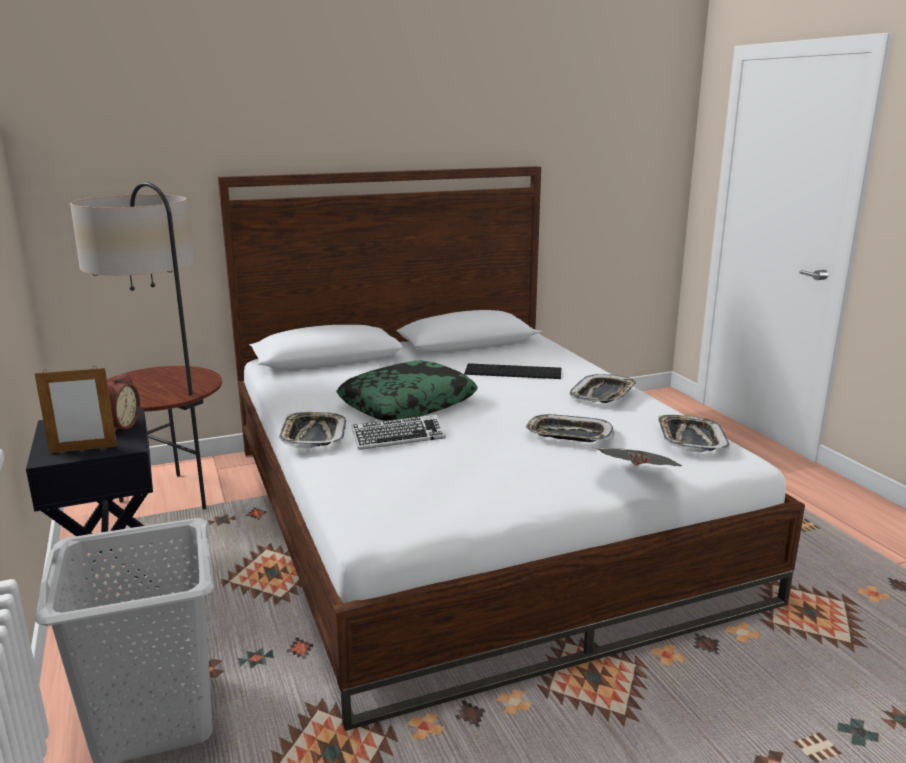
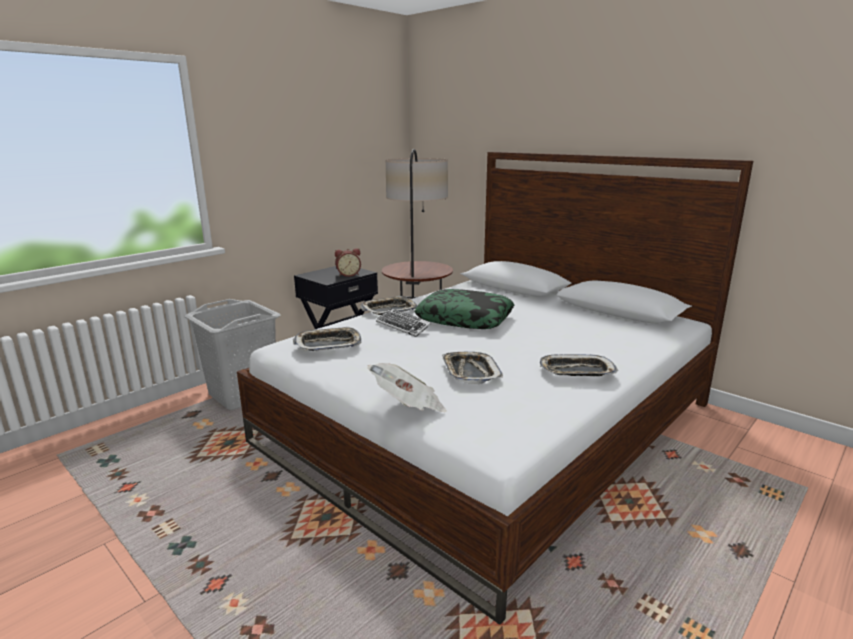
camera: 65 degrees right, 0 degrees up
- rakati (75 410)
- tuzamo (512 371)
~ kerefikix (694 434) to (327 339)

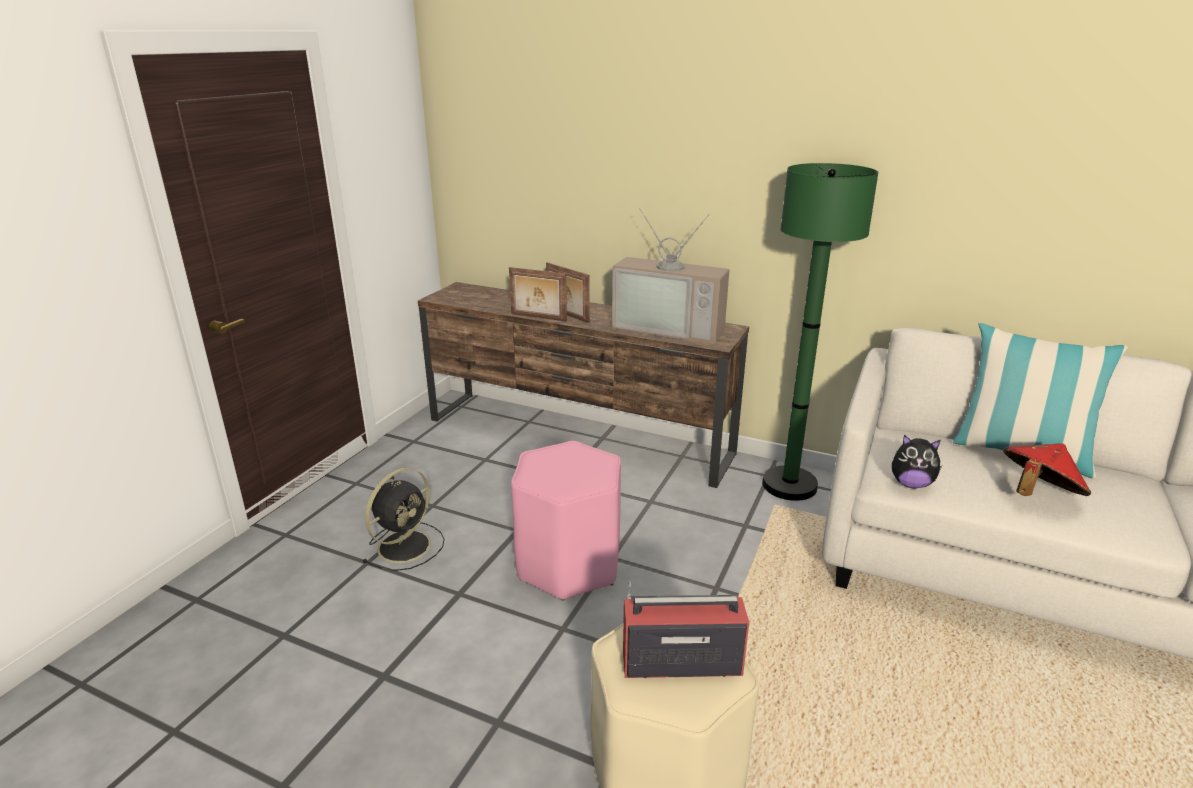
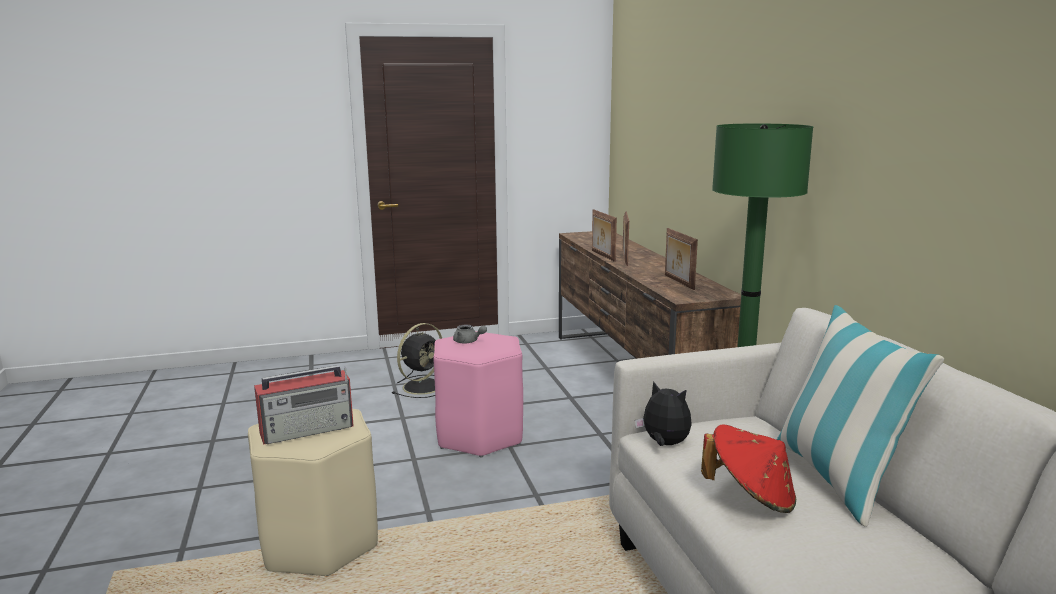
camera: 50 degrees right, 10 degrees down
+ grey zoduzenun (470 334)
~ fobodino (670 276) to rakati (681 259)
~ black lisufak (403 519) = (417 360) 45 degrees counterclockwise
~ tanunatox (686 630) = (304 405) 105 degrees clockwise
~ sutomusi (917 461) = (663 413) 150 degrees clockwise

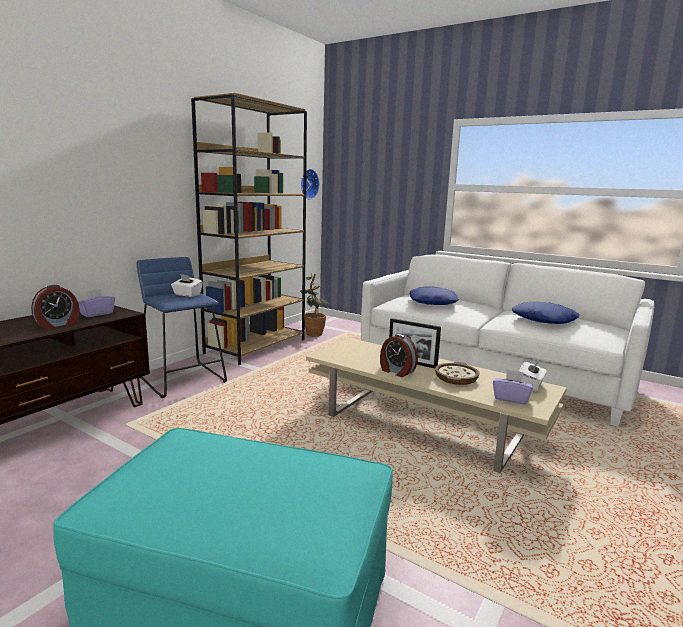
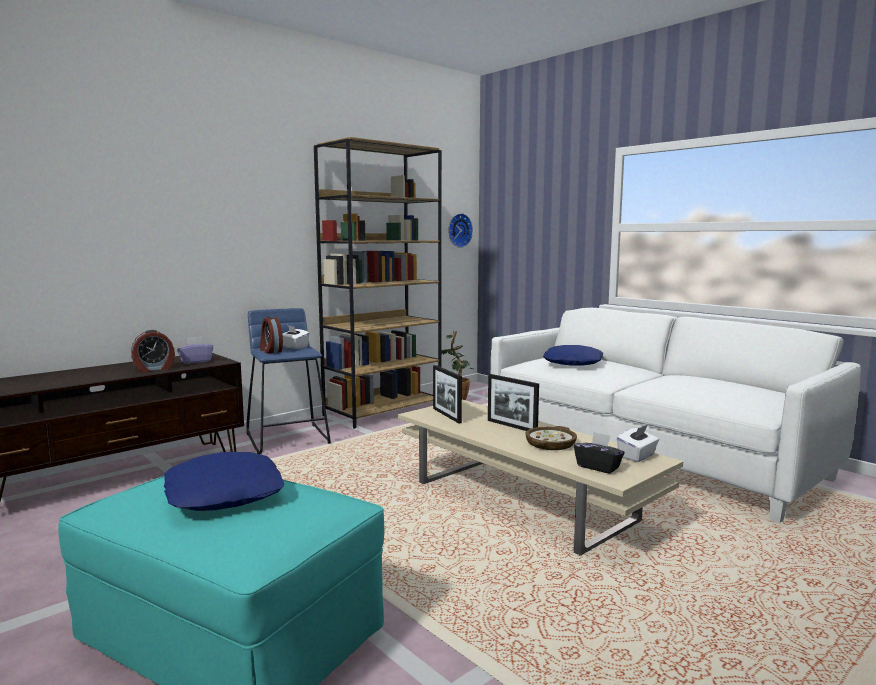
camera: 15 degrees right, 5 degrees down
+ rakati (447 394)
~ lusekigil (399 355) to (271 335)
~ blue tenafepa (546 313) to (224 481)
~ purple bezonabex (513 387) to black bezonabex (599 453)

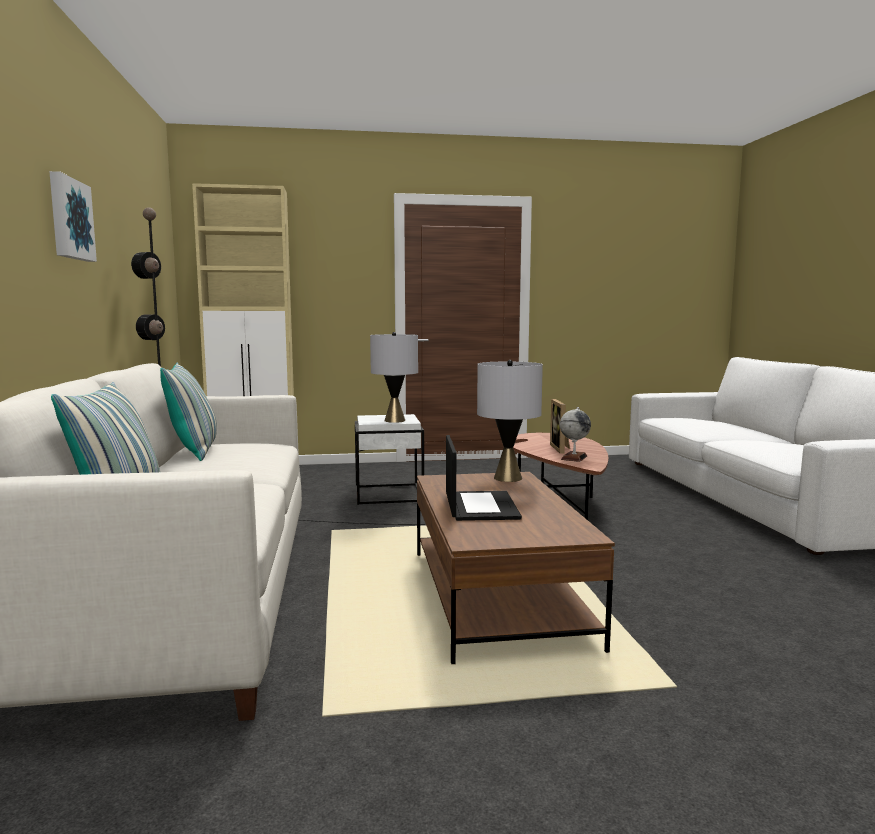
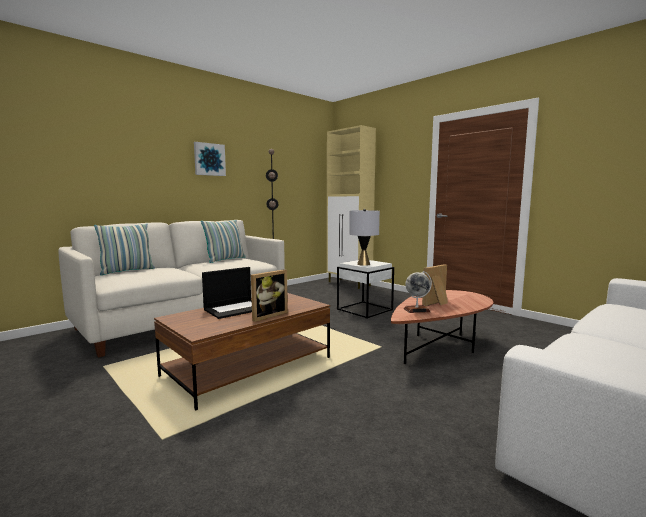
camera: 55 degrees right, 0 degrees up
- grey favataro (510 421)
+ rakati (269 295)

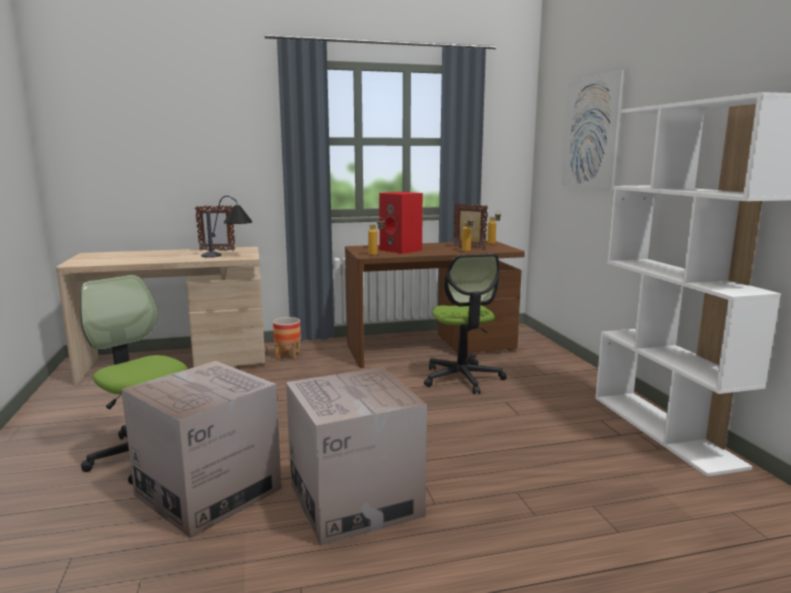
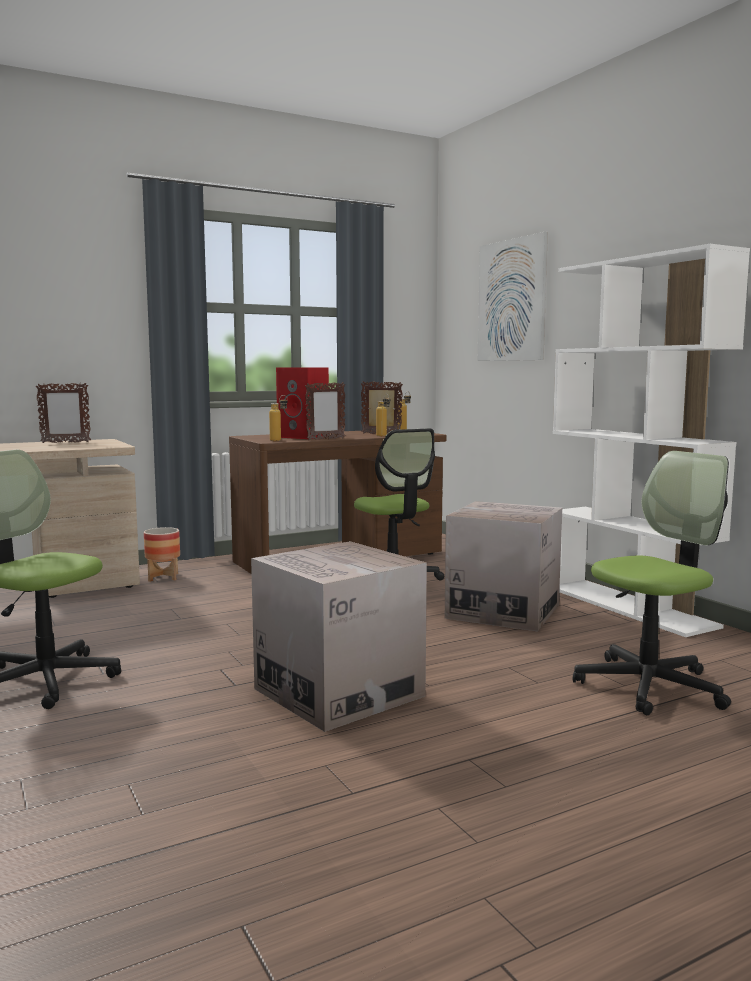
camera: 15 degrees left, 5 degrees down
- favataro (227 226)
+ rakati (325 411)
+ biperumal (652 583)
~ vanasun (202 449) to (503 566)

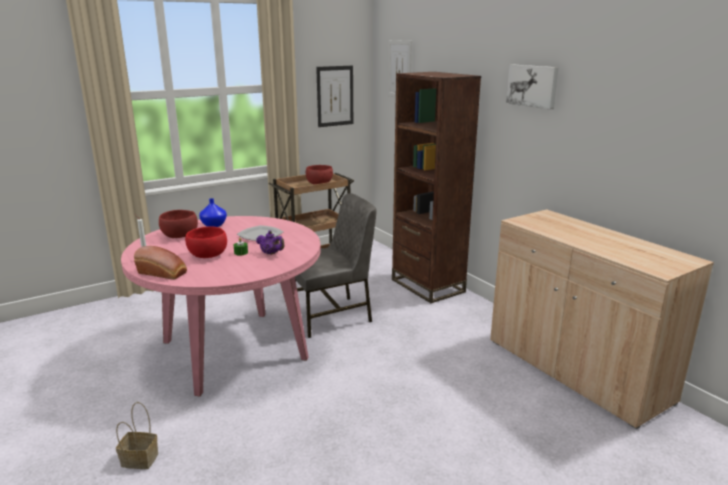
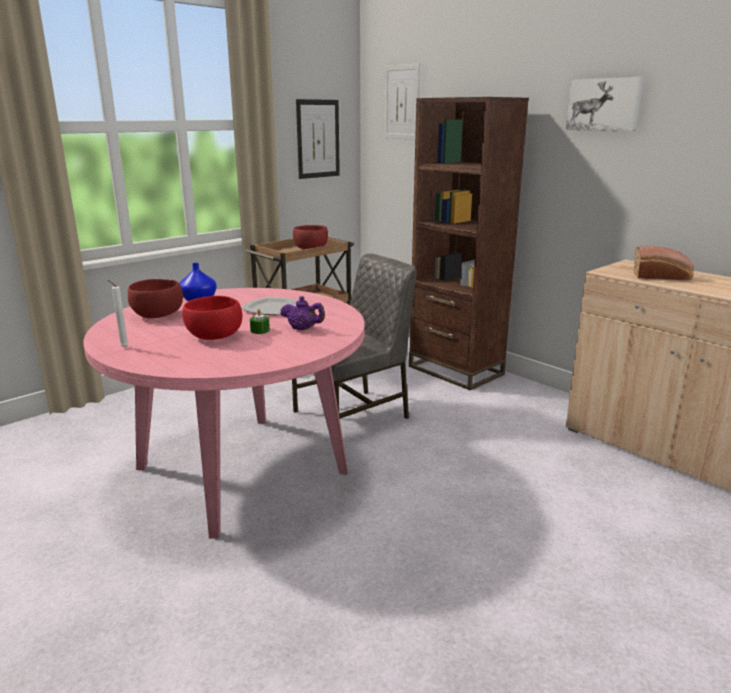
camera: 10 degrees left, 0 degrees up
- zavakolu (137 435)
~ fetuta (160 263) to (663 263)

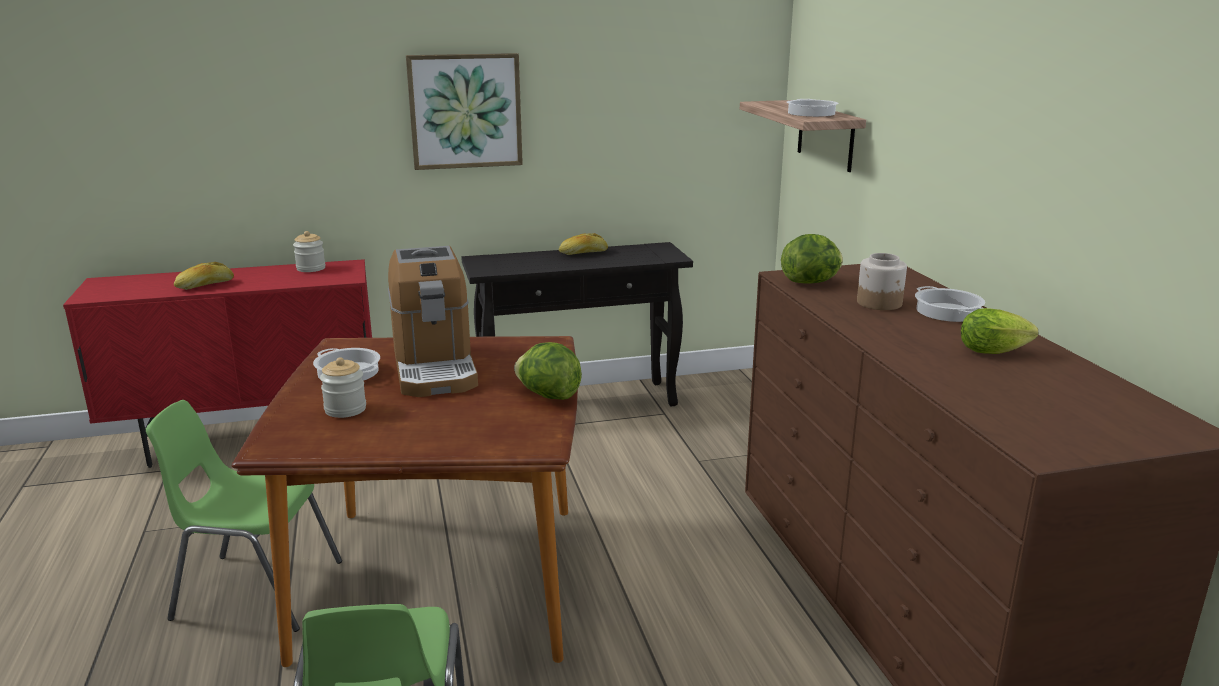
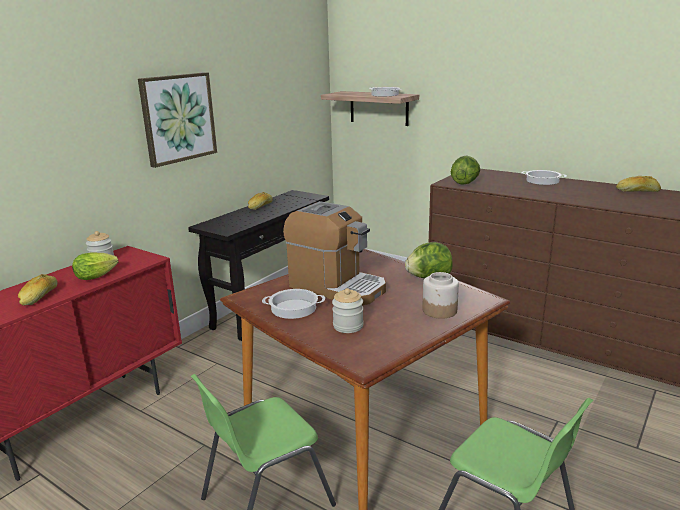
camera: 40 degrees left, 0 degrees up
+ fetuta (638 184)
~ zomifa (882 281) to (440 295)
~ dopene (999 331) to (95 266)

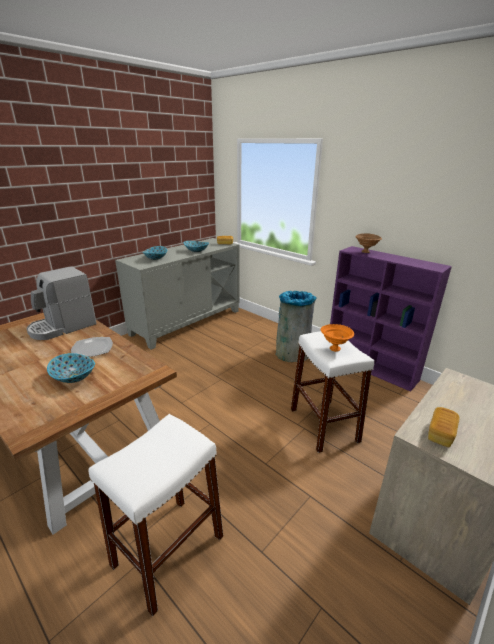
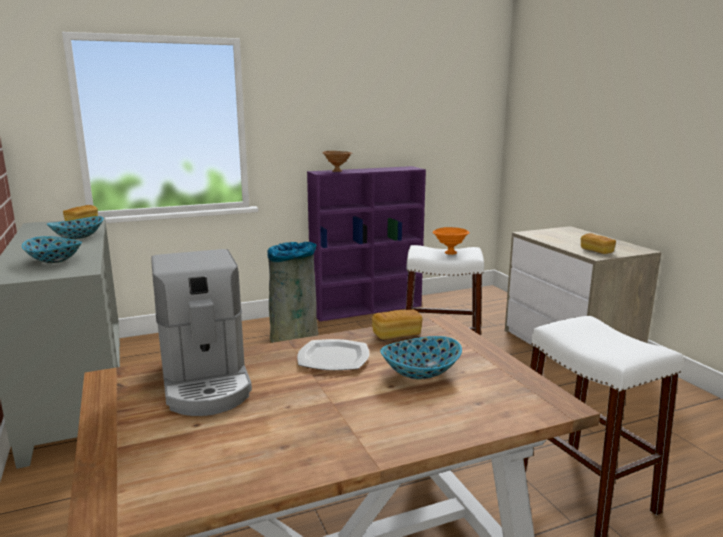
camera: 65 degrees left, 10 degrees down
+ fetuta (397 325)

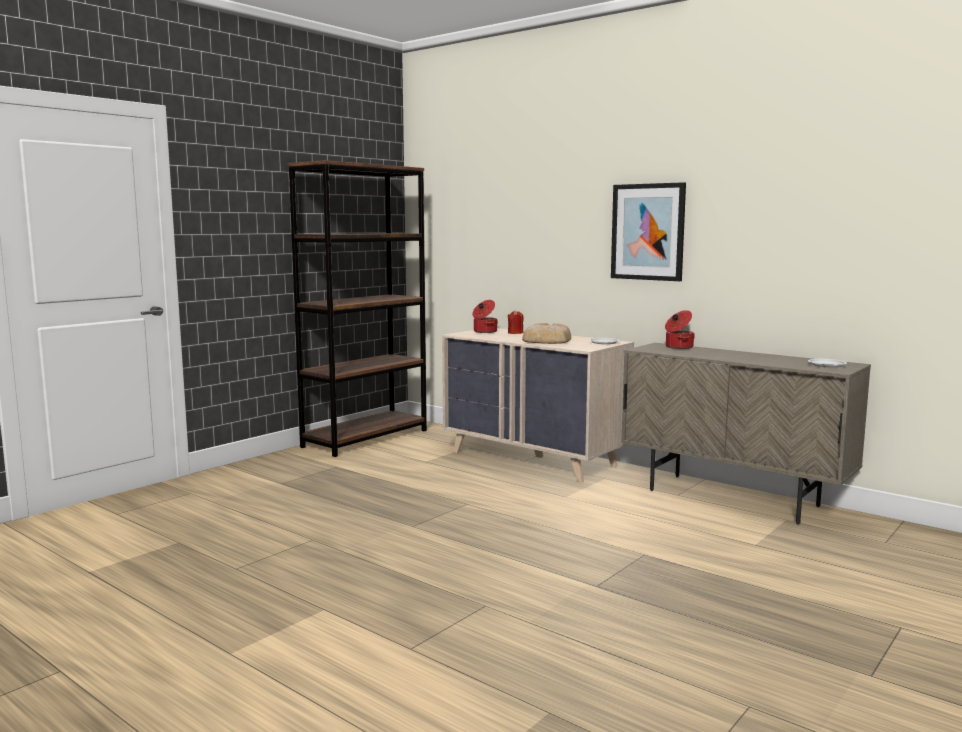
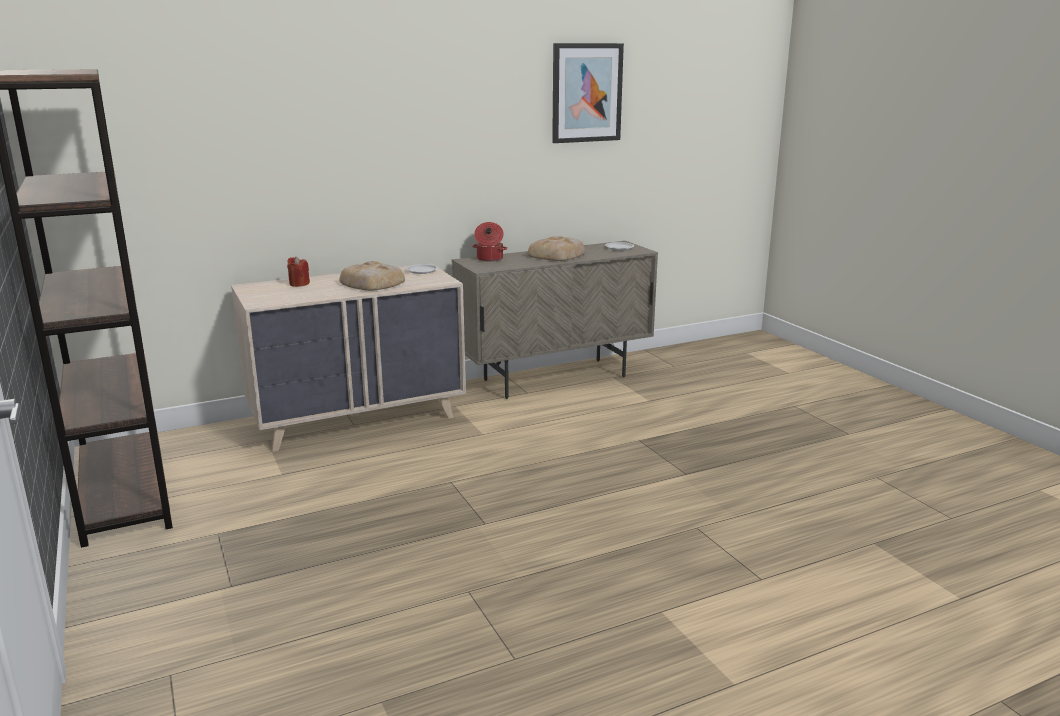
camera: 65 degrees left, 10 degrees up
- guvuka (484 316)
+ fetuta (556 248)
~ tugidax (648 231) to (588 93)

